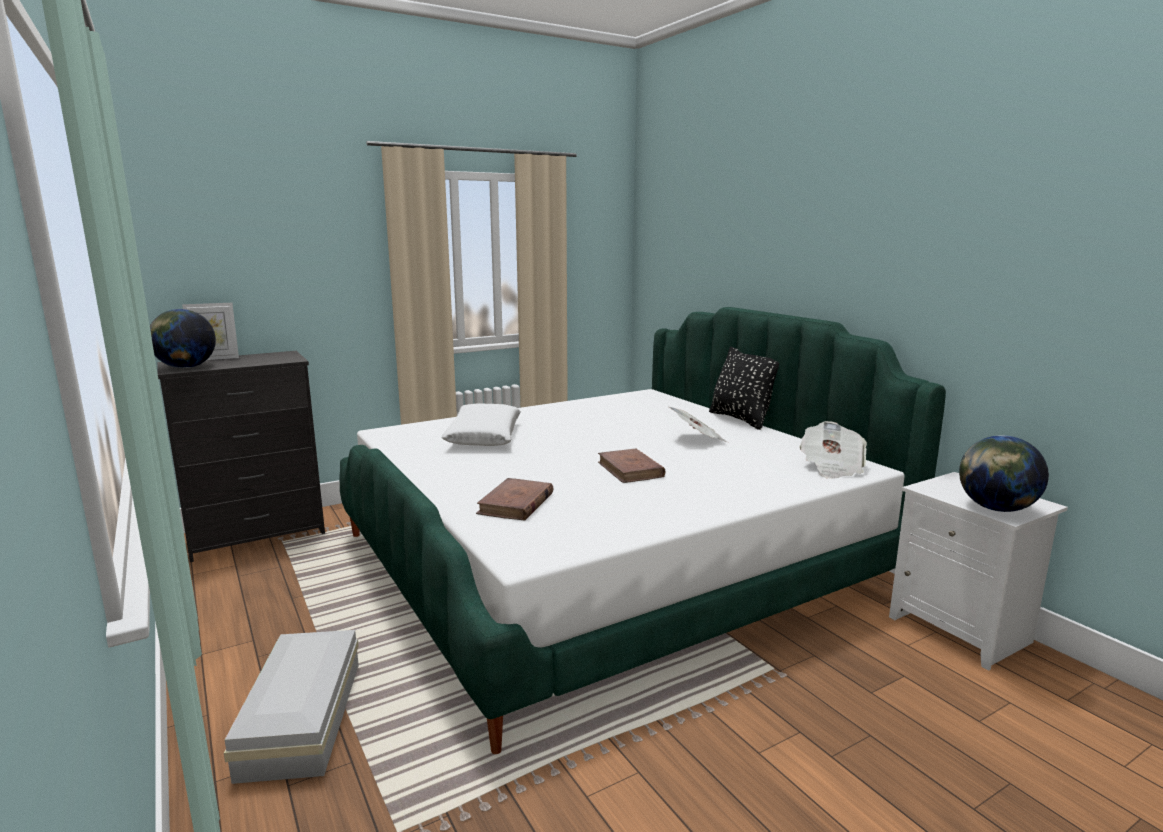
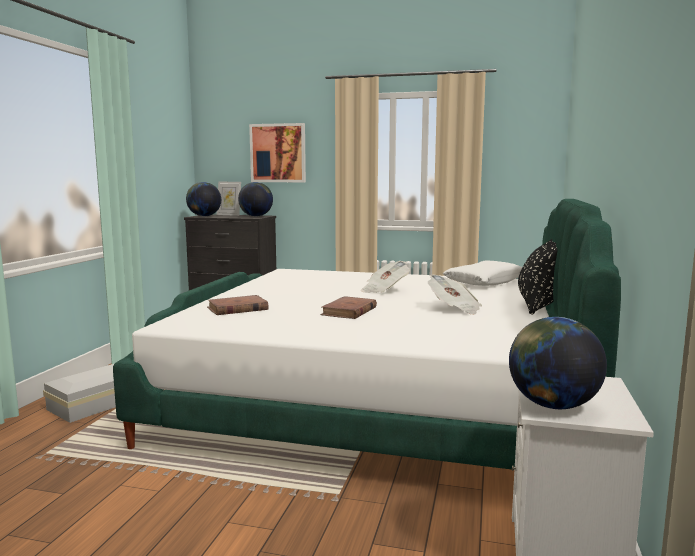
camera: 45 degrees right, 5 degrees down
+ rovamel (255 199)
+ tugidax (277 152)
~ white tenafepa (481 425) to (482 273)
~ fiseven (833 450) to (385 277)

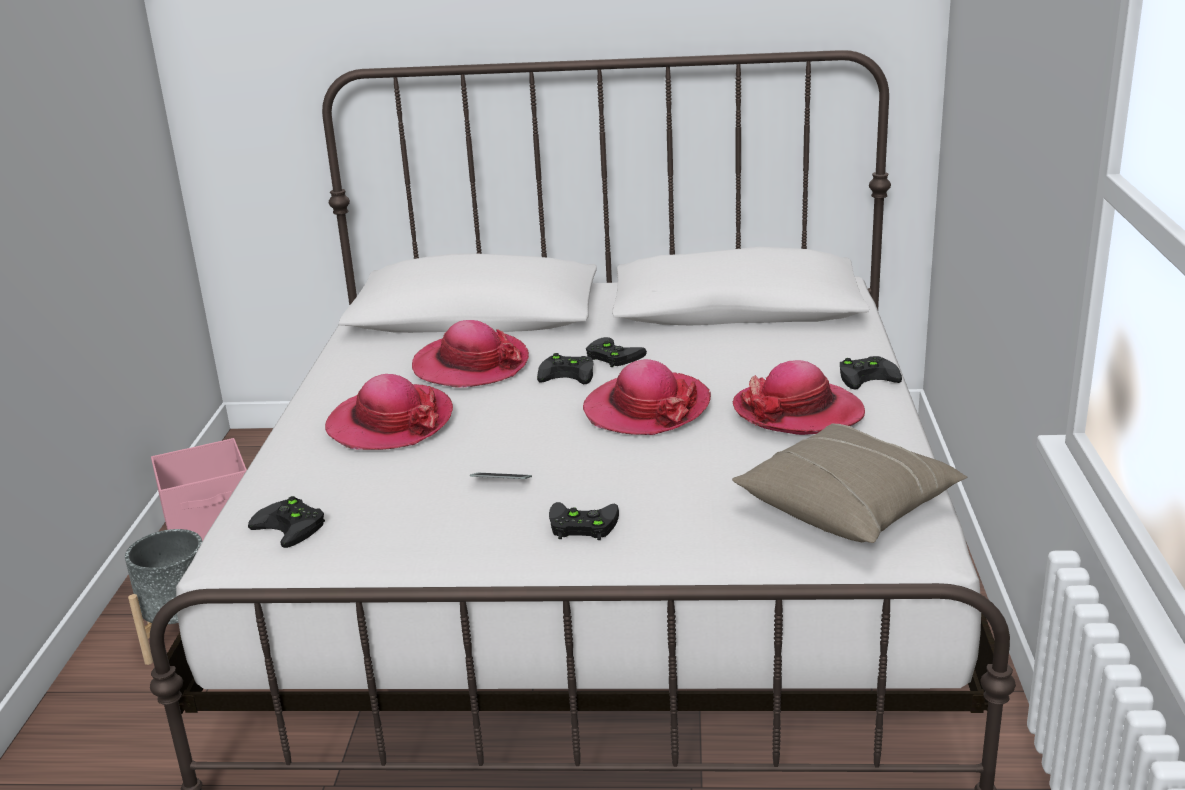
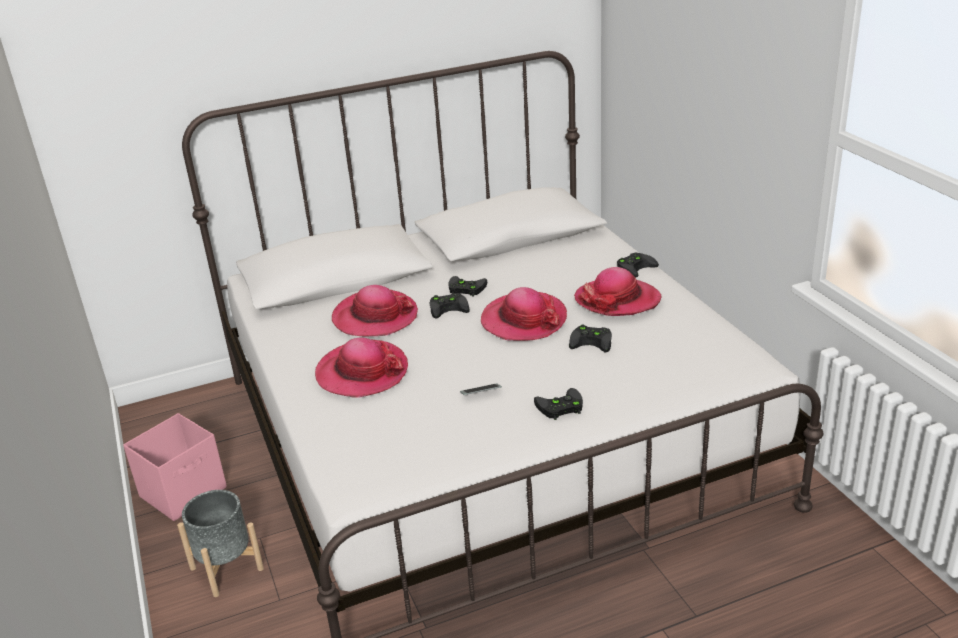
camera: 25 degrees left, 5 degrees up
- beige tenafepa (849 483)
~ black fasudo (286 522) to (590 338)

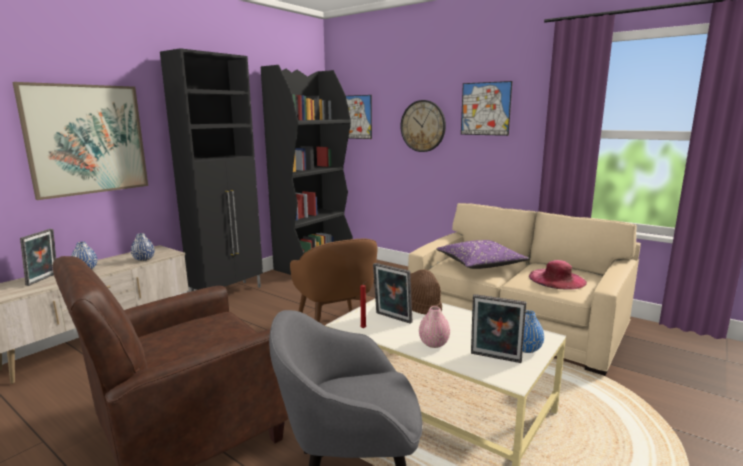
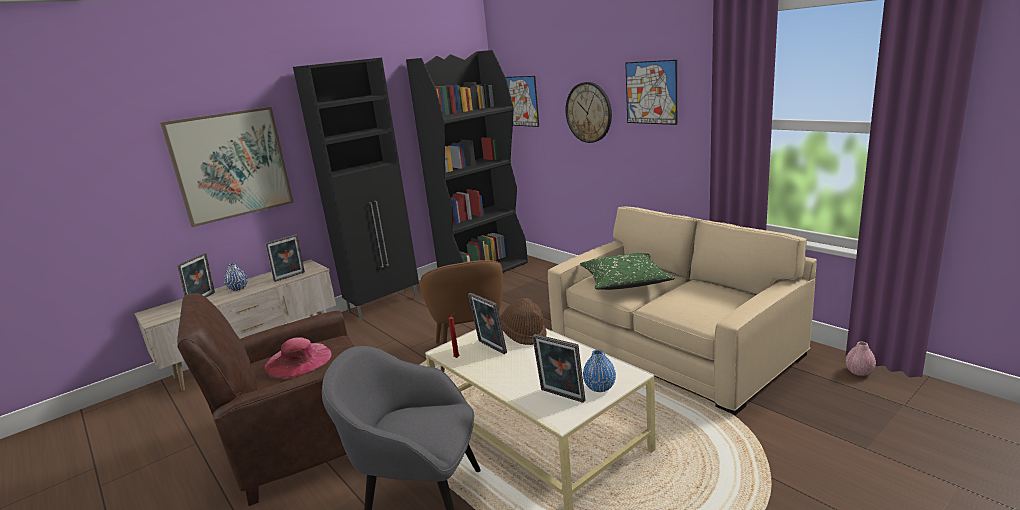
camera: 15 degrees right, 5 degrees up
~ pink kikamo (434 327) to (861 358)
~ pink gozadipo (558 275) to (298 358)
~ blue kikamo (142 247) to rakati (285 258)
~ purple tenafepa (483 254) to green tenafepa (627 271)

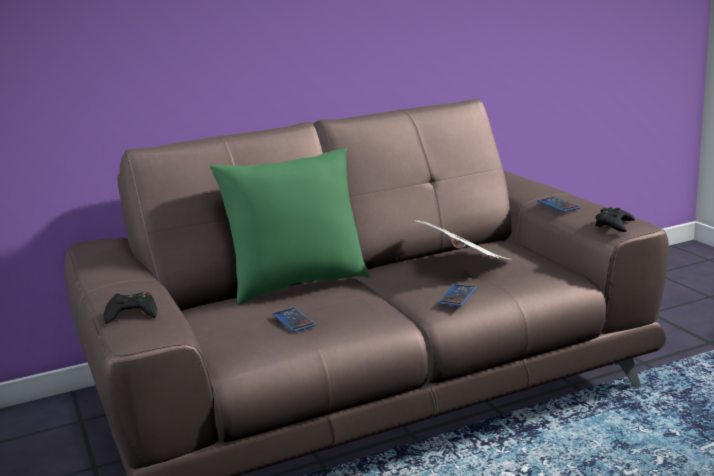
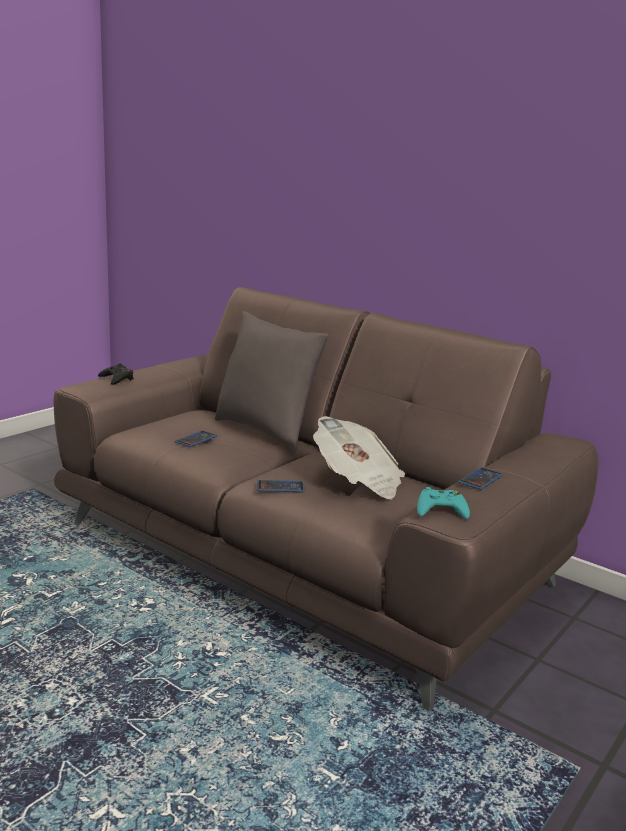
camera: 60 degrees right, 0 degrees up
~ green tenafepa (290 226) to grey tenafepa (272 380)
~ black fasudo (615 219) to turquoise fasudo (443 503)

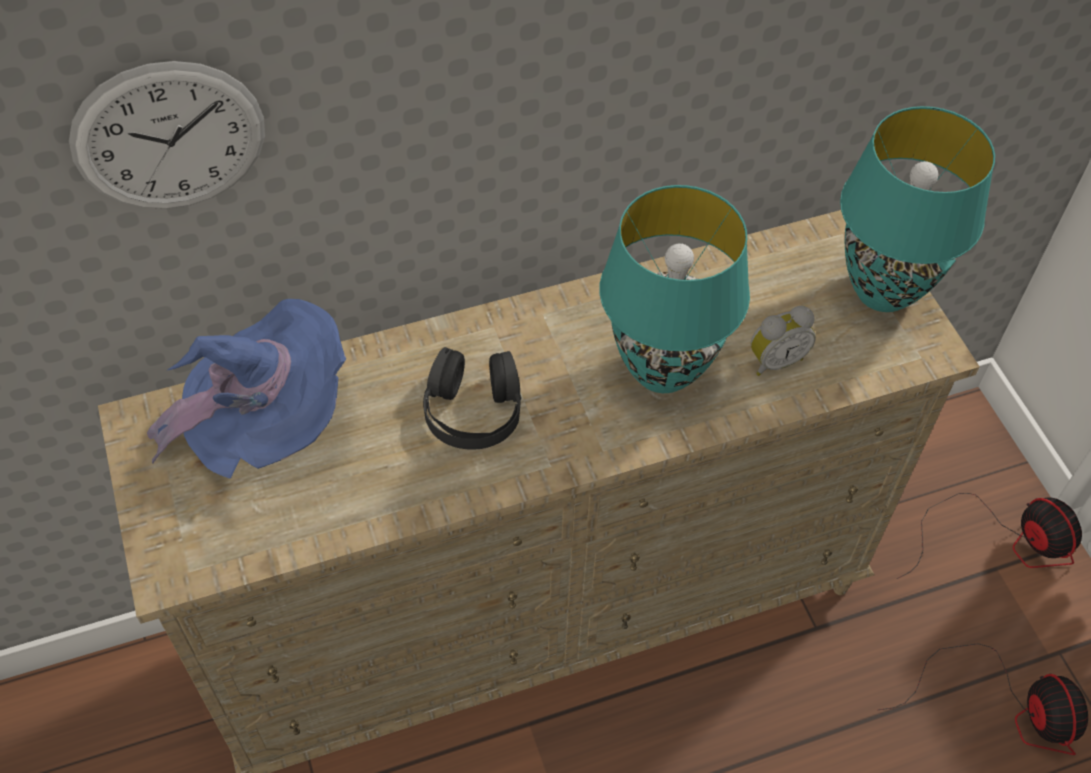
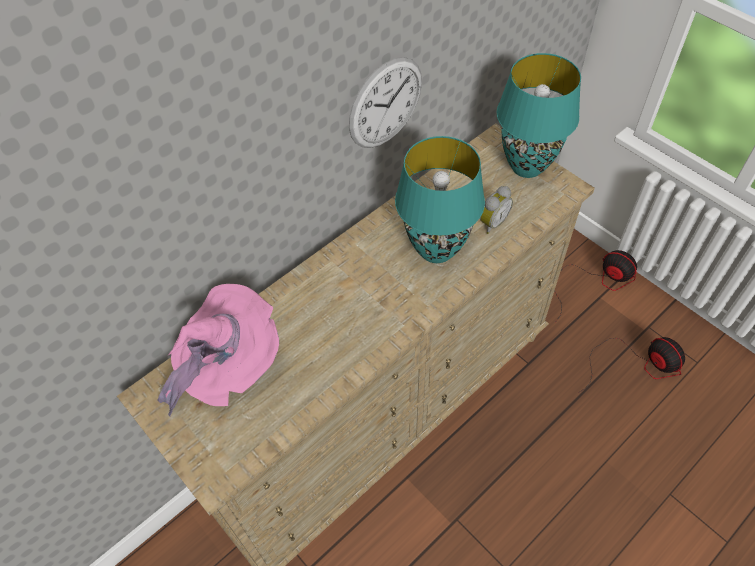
camera: 20 degrees left, 0 degrees up
- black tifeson (472 398)
~ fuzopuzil (167 135) to (385 102)
~ blue gozadipo (246 389) to pink gozadipo (218 350)

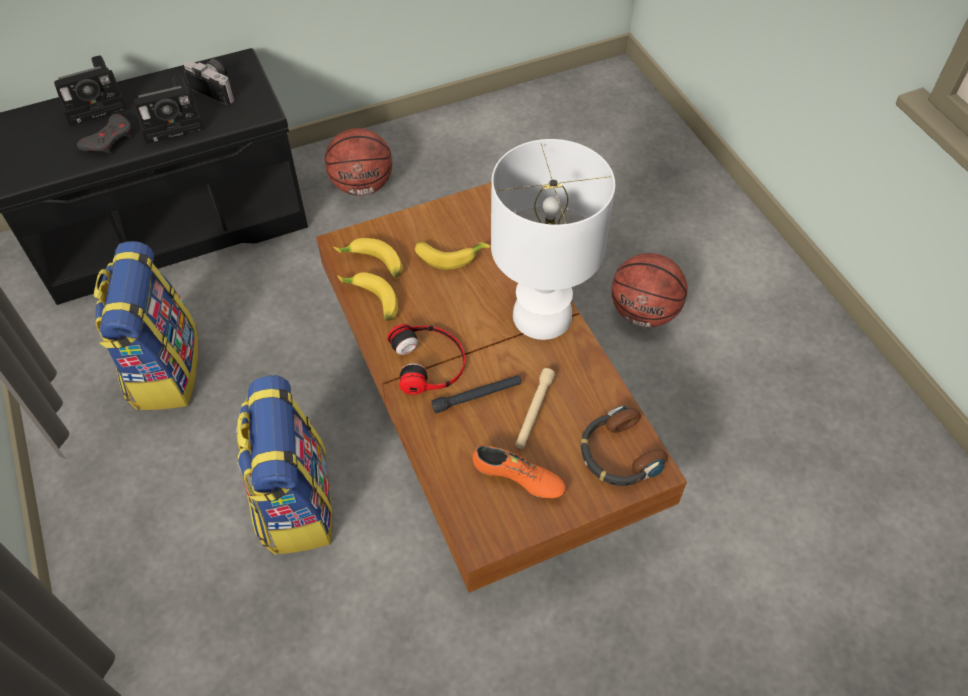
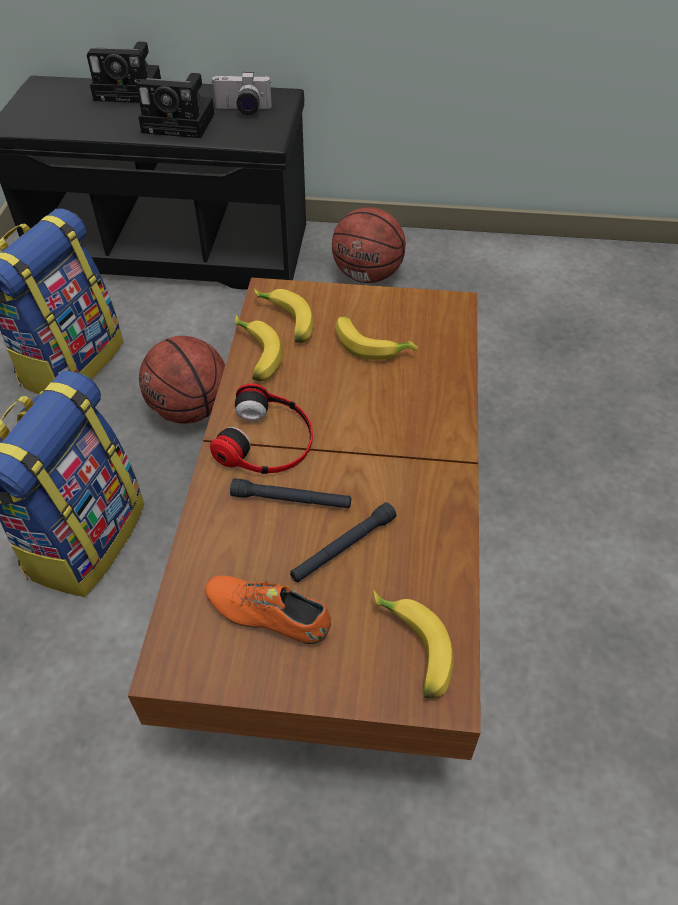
camera: 30 degrees right, 5 degrees down
- grey fasudo (104 134)
- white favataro (553 239)
~ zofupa (649 290) to (182 380)
~ tifeson (624 446) to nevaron (413 643)
~ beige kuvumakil (535 408) to black kuvumakil (343 542)
~ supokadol (209 81) = (241 93) 120 degrees clockwise
~ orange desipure (519 472) = (268 610) 150 degrees clockwise

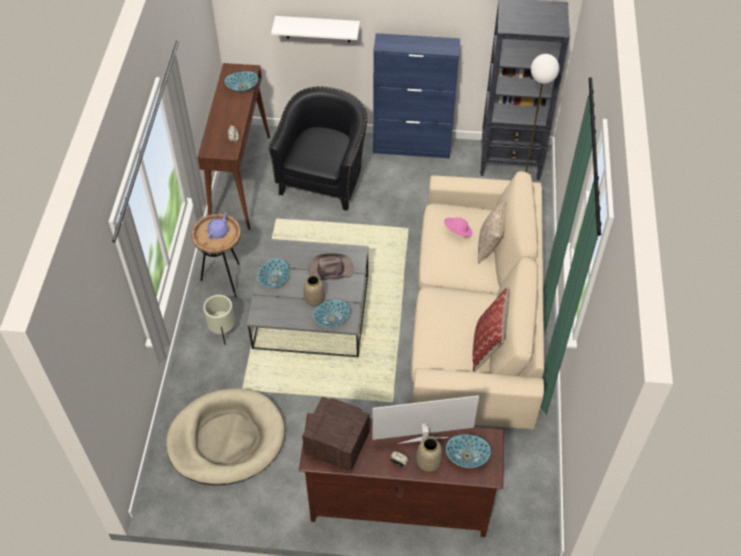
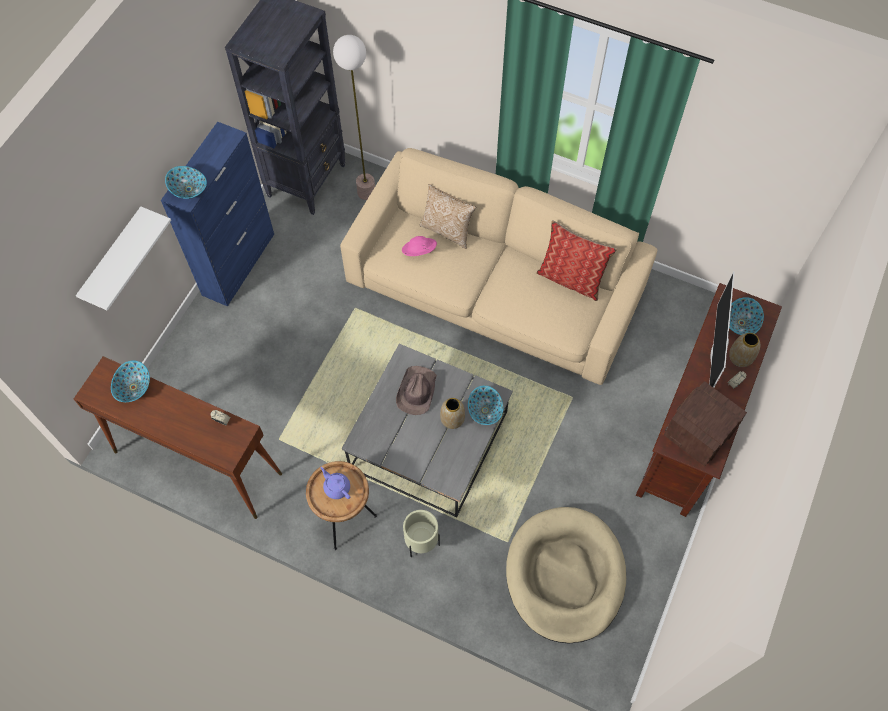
camera: 70 degrees left, 10 degrees up
- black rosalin (318 148)
~ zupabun (273 273) to (186 182)

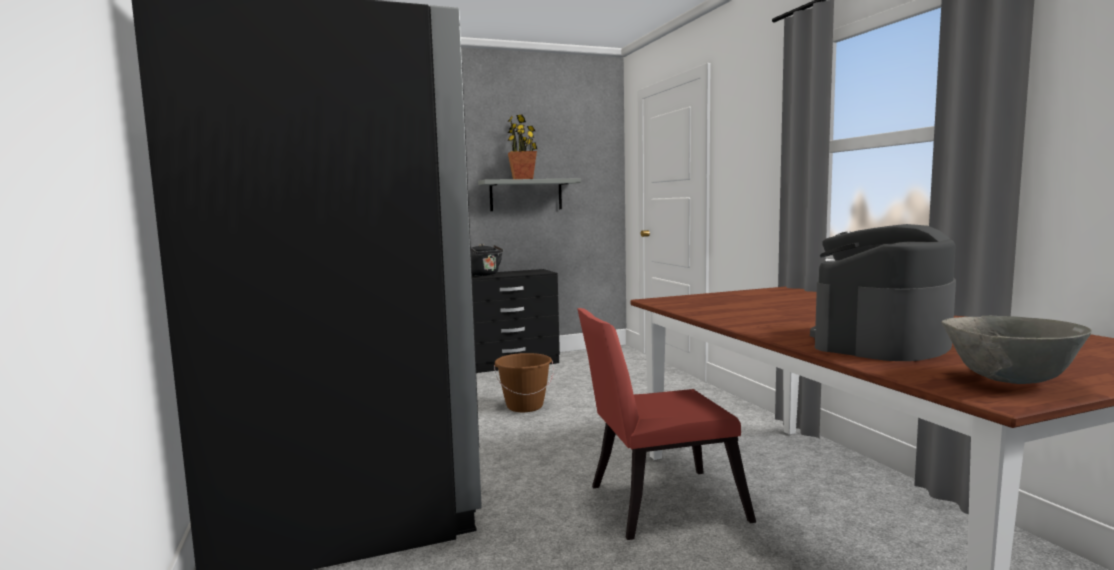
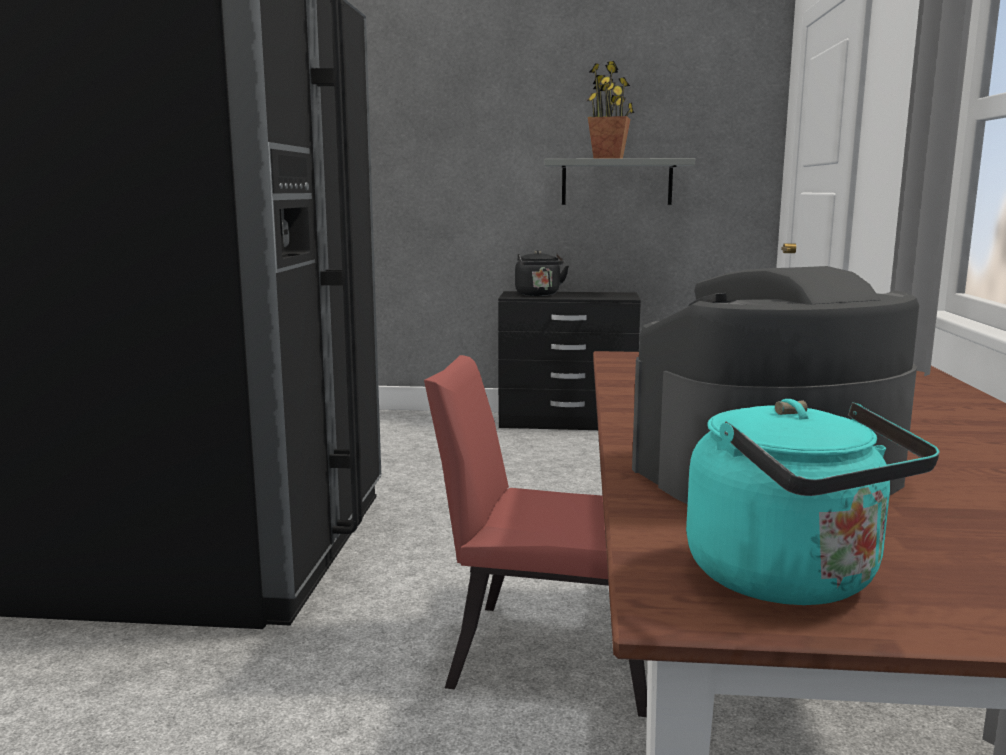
camera: 25 degrees right, 5 degrees up
- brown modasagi (524 382)
~ grey zupabun (1017 350) to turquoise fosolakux (812 502)

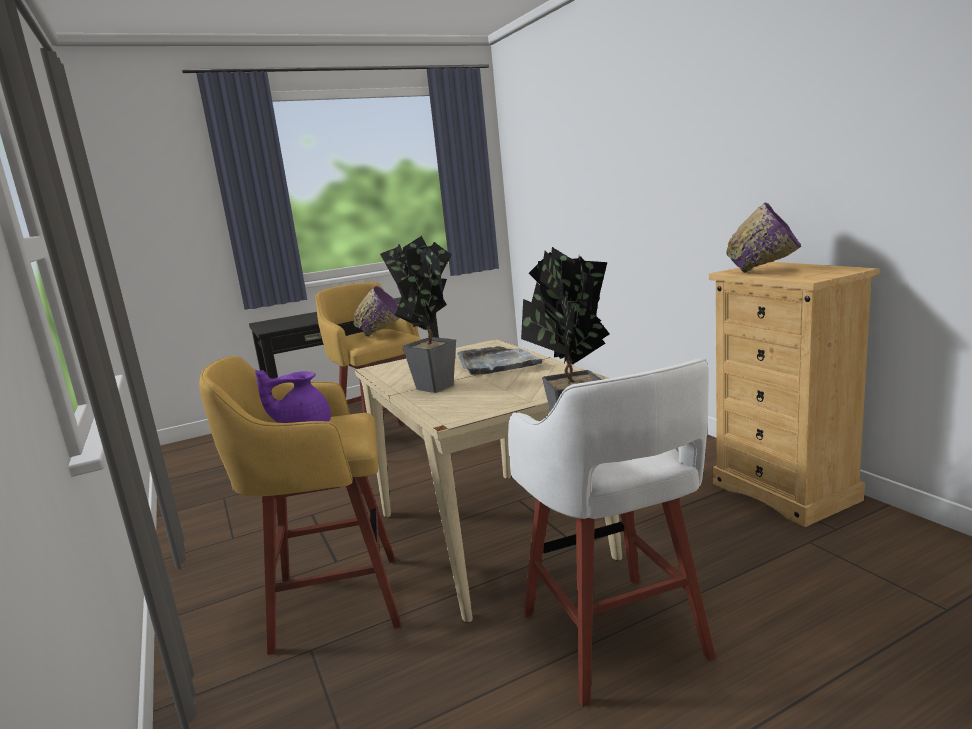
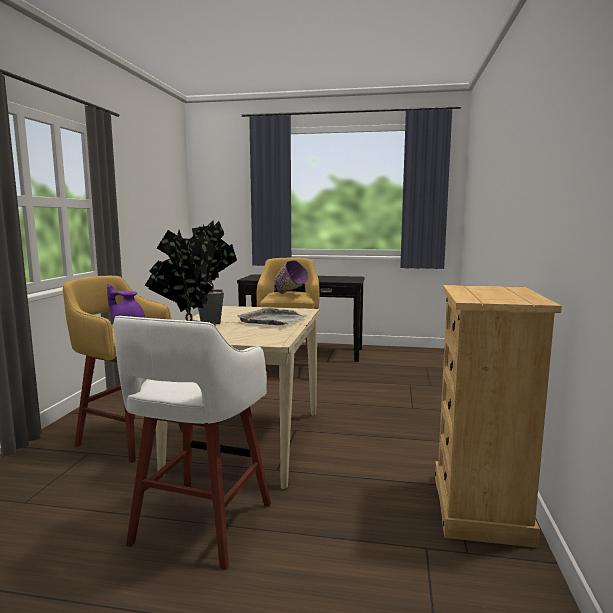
camera: 35 degrees right, 5 degrees down
- purple zupabun (763 237)

